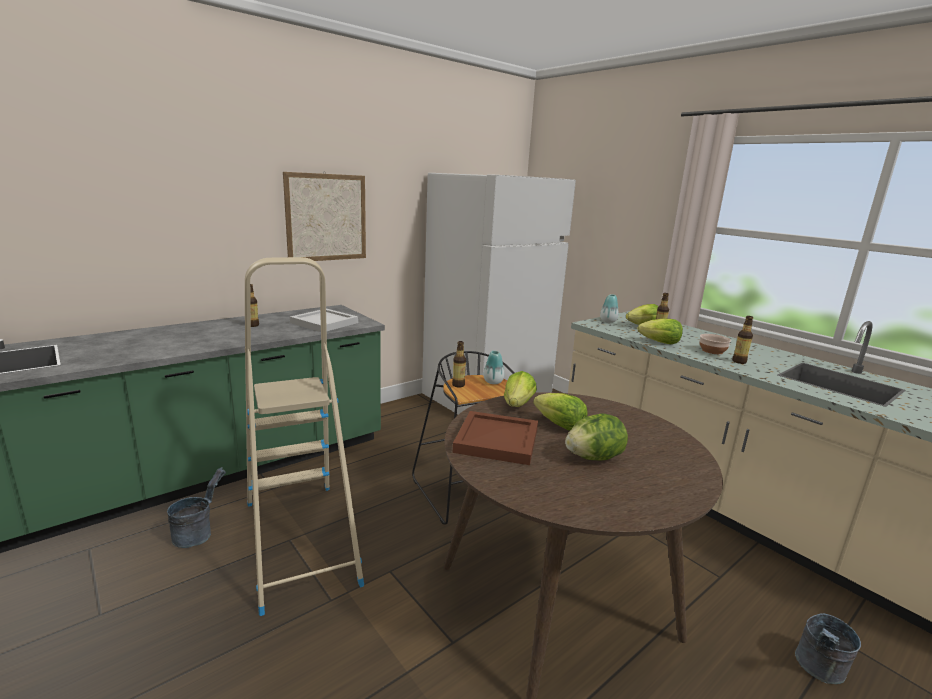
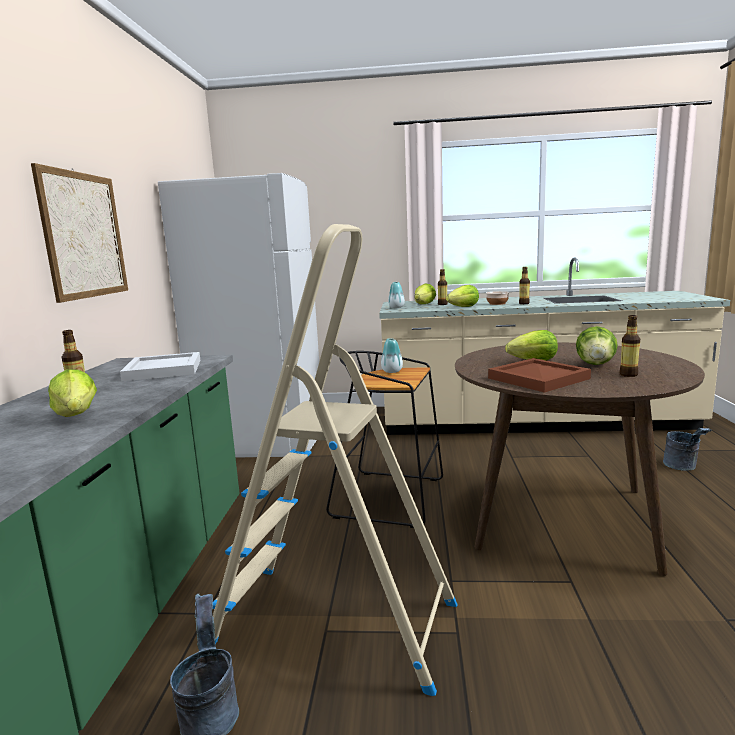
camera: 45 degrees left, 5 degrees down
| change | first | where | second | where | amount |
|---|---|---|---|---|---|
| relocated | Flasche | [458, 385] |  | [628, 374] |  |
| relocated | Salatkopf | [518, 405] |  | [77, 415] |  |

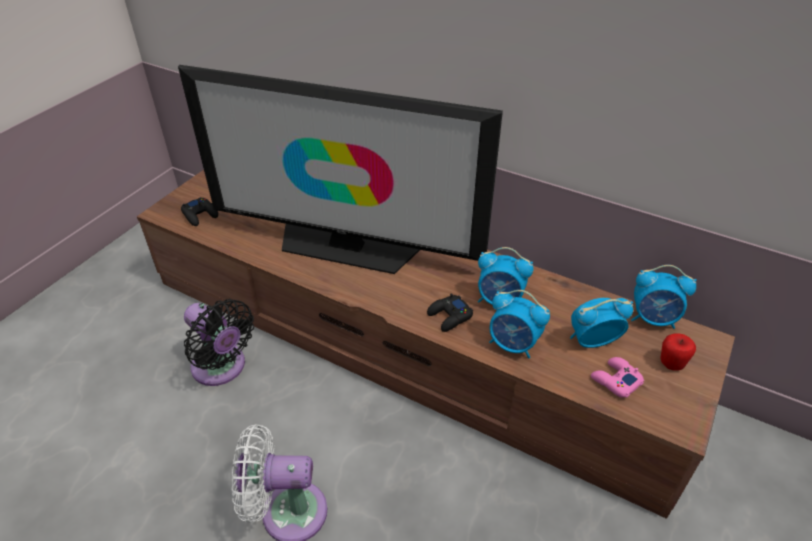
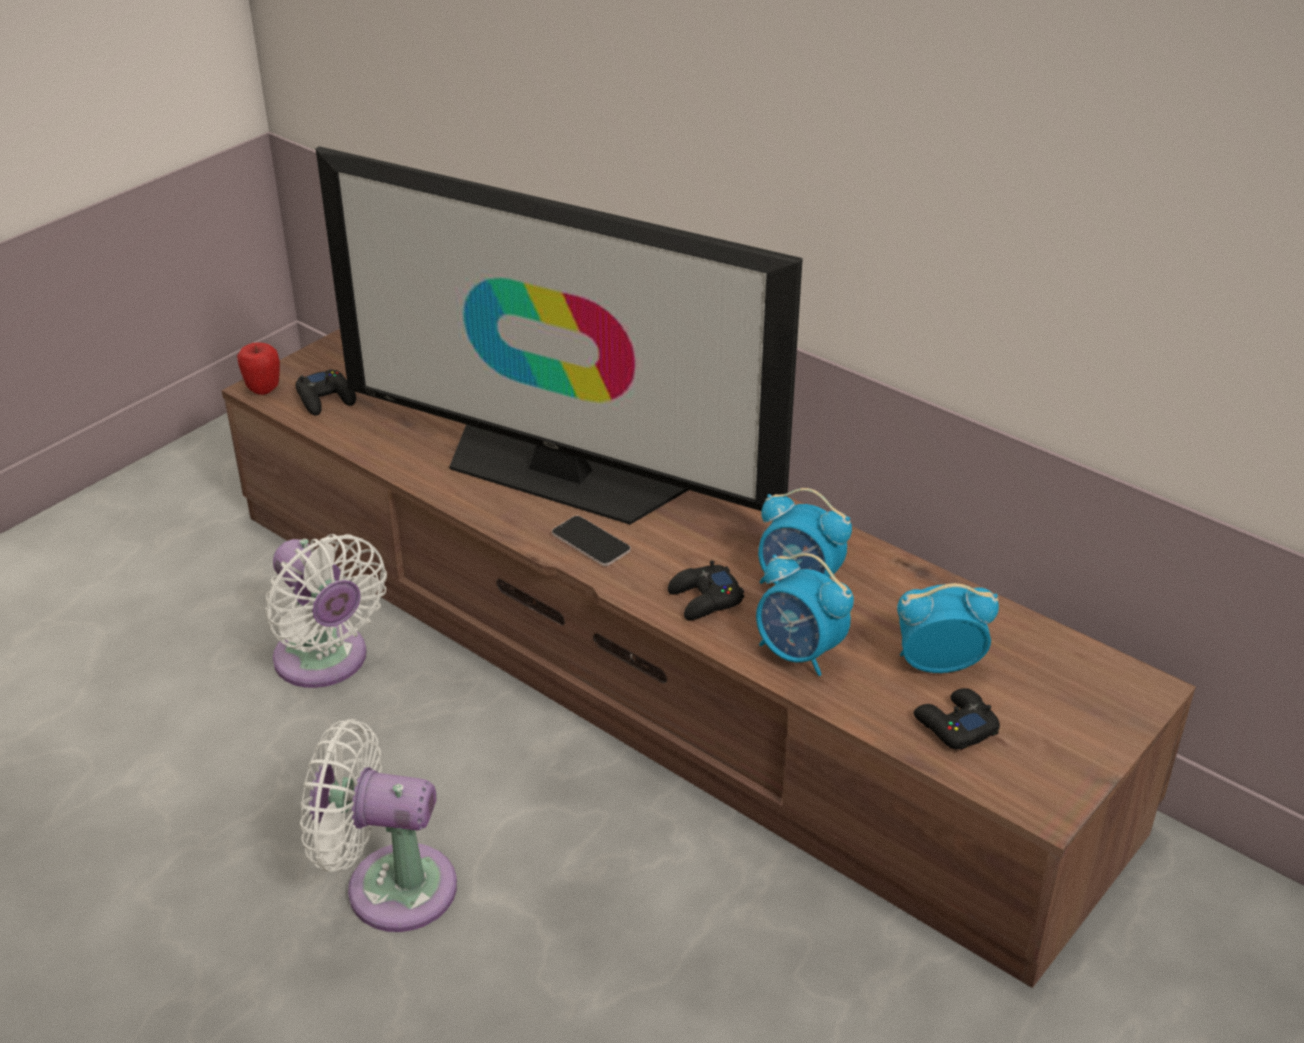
camera: 10 degrees right, 5 degrees down
| change | first | where | second | where | amount |
|---|---|---|---|---|---|
| colour | Ventilator [schwarz] | [222, 368] | Ventilator [weiß] | [325, 662] |  |
| colour | Gamepad [rosa] | [615, 380] | Gamepad [schwarz] | [955, 725] |  |
| missing | Wecker | [653, 319] |  |  |  |
| relocated | Apfel | [671, 364] |  | [263, 389] |  |
| appeared |  |  | Handy | [591, 542] |  |

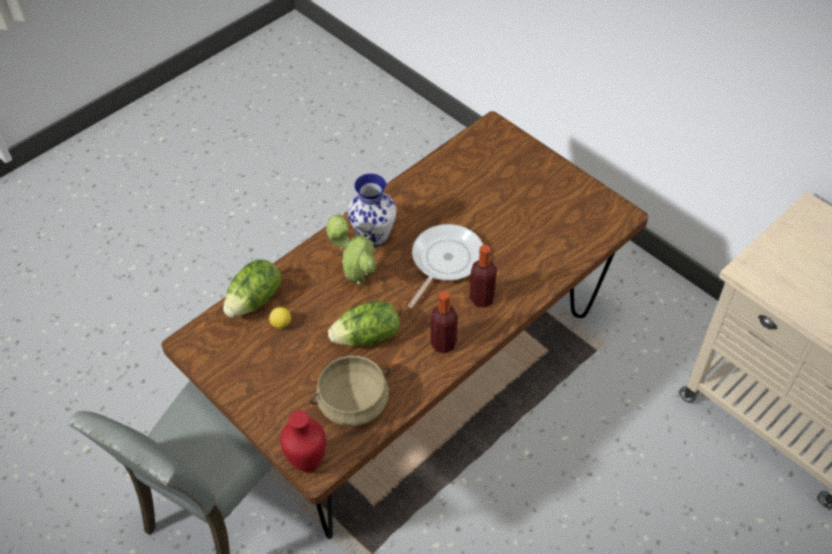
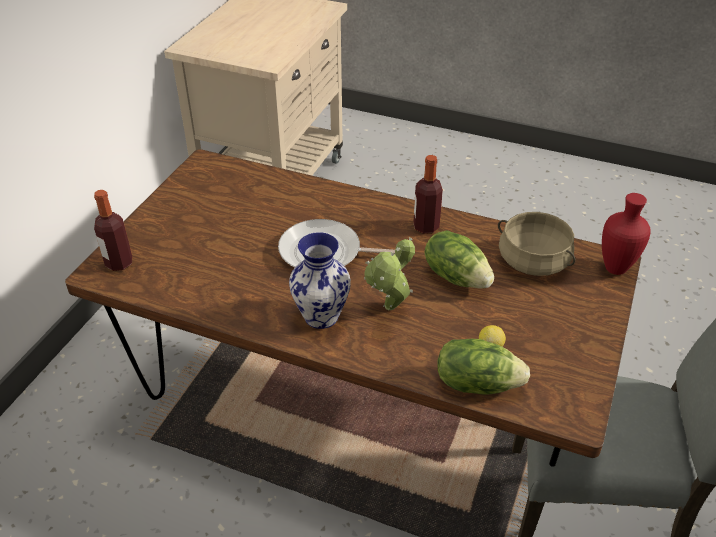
camera: 115 degrees left, 10 degrees down
| change | first | where | second | where | amount |
|---|---|---|---|---|---|
| relocated | Flasche | [481, 298] |  | [119, 263] |  |

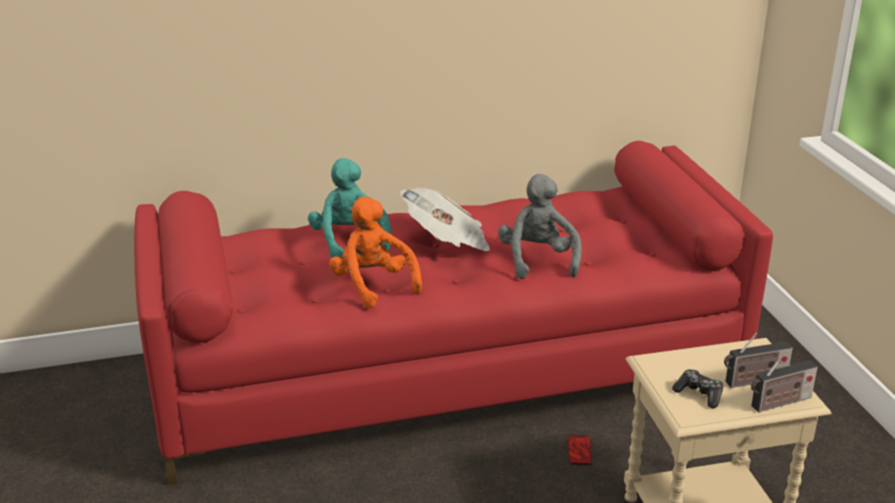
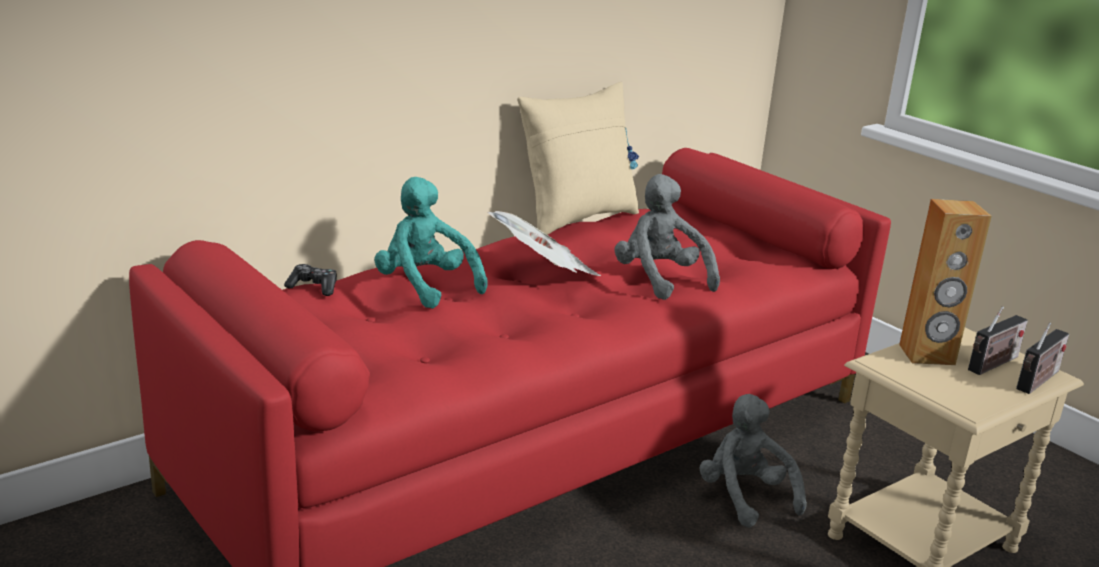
camera: 25 degrees left, 5 degrees down
| change | first | where | second | where | amount |
|---|---|---|---|---|---|
| missing | Plüschtier [orange] | [373, 285] |  |  |  |
| exchanged | Handy | [579, 450] | Plüschtier [grau] | [744, 496] |  |
| relocated | Gamepad | [699, 394] |  | [314, 287] |  |
| appeared |  |  | Kissen [beige] | [576, 220] |  |
| appeared |  |  | Lautsprecher [braun] | [927, 355] |  |

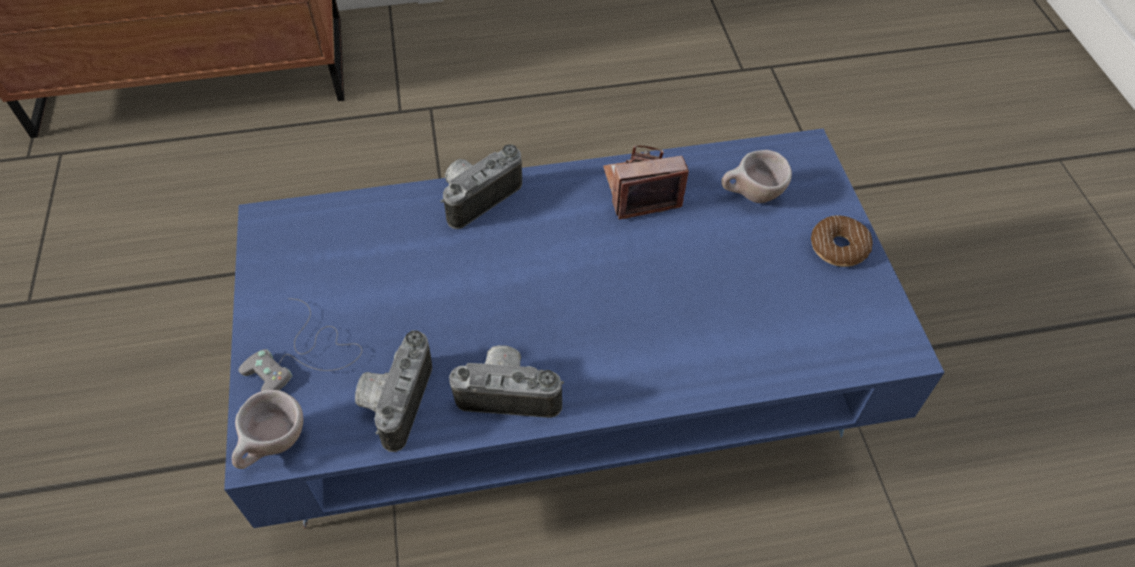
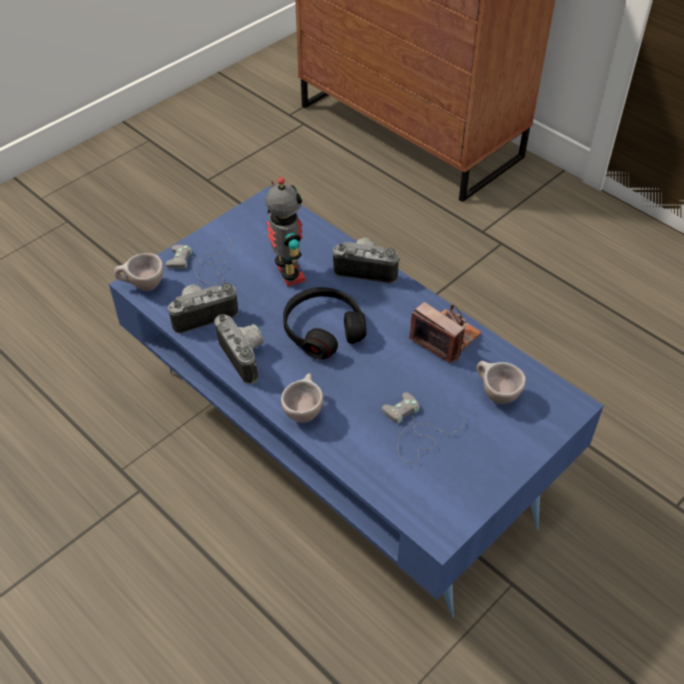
camera: 55 degrees right, 5 degrees down
| change | first | where | second | where | amount |
|---|---|---|---|---|---|
| missing | Donut | [838, 247] |  |  |  |
| appeared |  |  | Spielzeugroboter | [288, 275] |  |
| appeared |  |  | Tasse [beige] | [304, 411] |  |
| appeared |  |  | Kopfhörer [schwarz] | [323, 329] |  |
| appeared |  |  | Gamepad [grau] | [415, 431] |  |

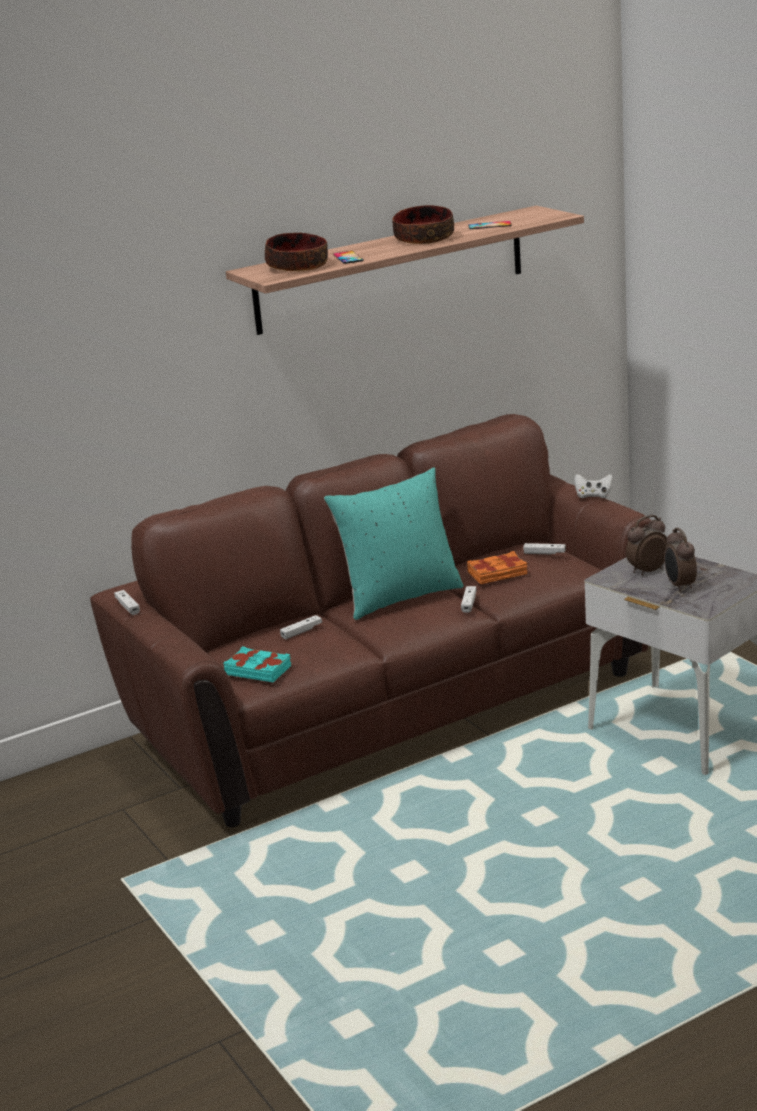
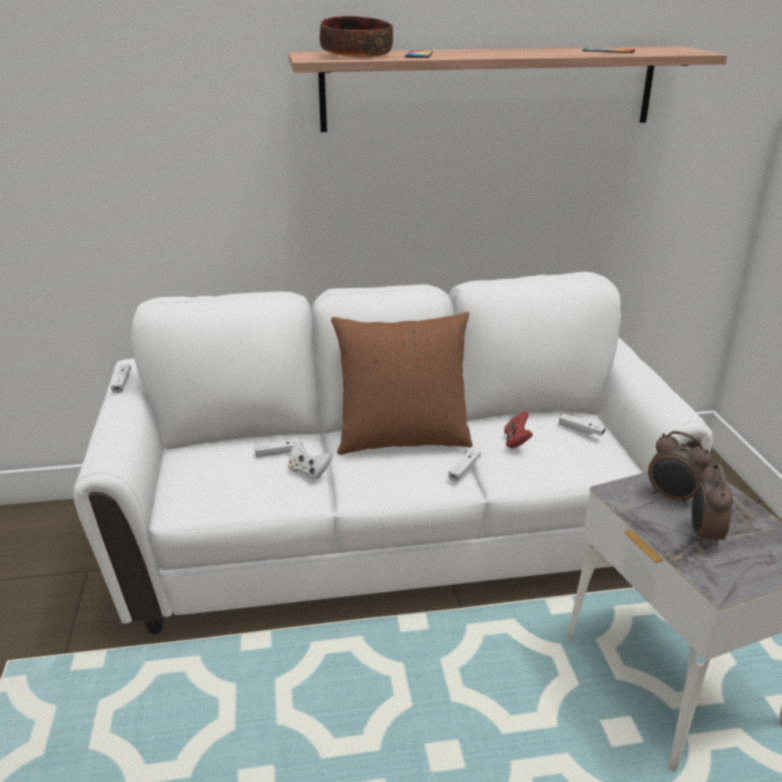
camera: 20 degrees right, 5 degrees up
| change | first | where | second | where | amount |
|---|---|---|---|---|---|
| colour | Sofa [braun] | [390, 708] | Sofa [weiß] | [390, 537] |  |
| missing | Buch [türkis] | [258, 670] |  |  |  |
| colour | Kissen [türkis] | [399, 596] | Kissen [braun] | [402, 439] |  |
| missing | Schüssel | [423, 239] |  |  |  |
| exchanged | Buch [orange] | [498, 573] | Gamepad [rot] | [516, 441] |  |
| relocated | Gamepad [weiß] | [593, 496] |  | [308, 471] |  |
| spun | Wecker | [646, 571] |  | [672, 497] | 135 degrees counterclockwise |

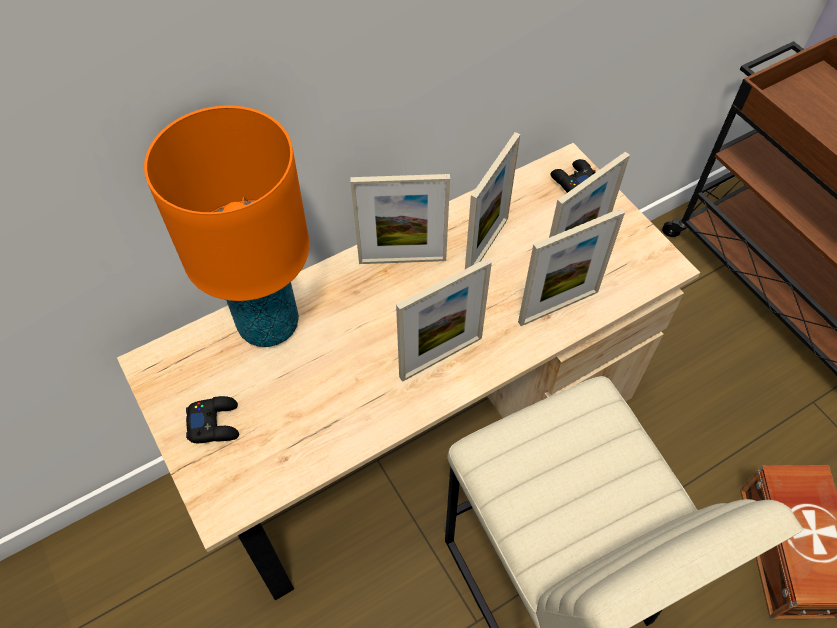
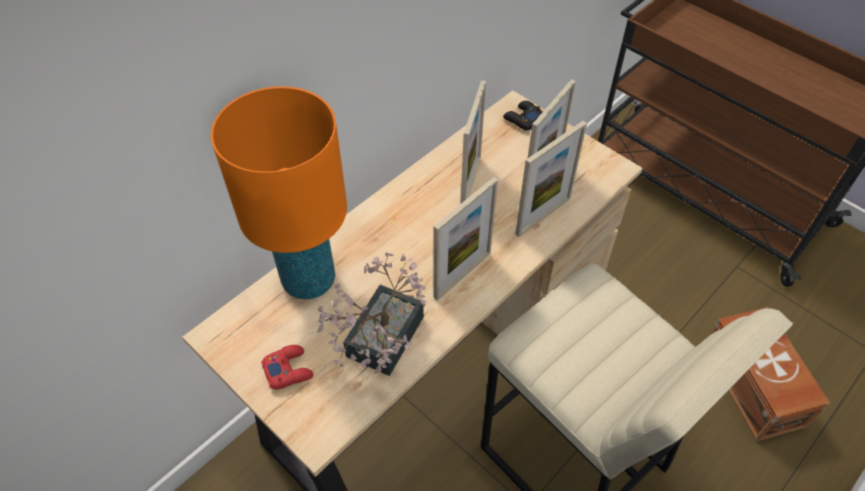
camera: 15 degrees left, 5 degrees down
| change | first | where | second | where | amount |
|---|---|---|---|---|---|
| colour | Gamepad [schwarz] | [215, 423] | Gamepad [rot] | [288, 370] |  |
| missing | Bilderrahmen | [402, 260] |  |  |  |
| appeared |  |  | Topfpflanze | [379, 344] |  |

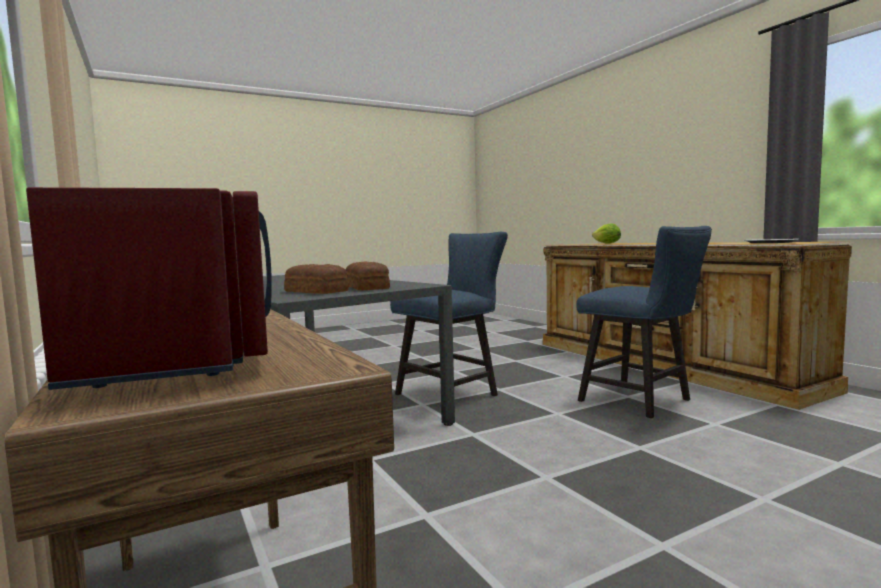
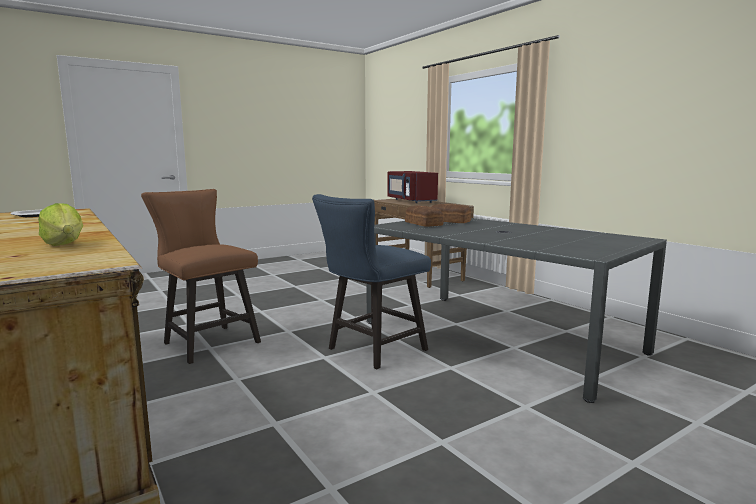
camera: 175 degrees right, 5 degrees up
| change | first | where | second | where | amount |
|---|---|---|---|---|---|
| colour | Stuhl [blau] | [642, 402] | Stuhl [braun] | [207, 341] |  |

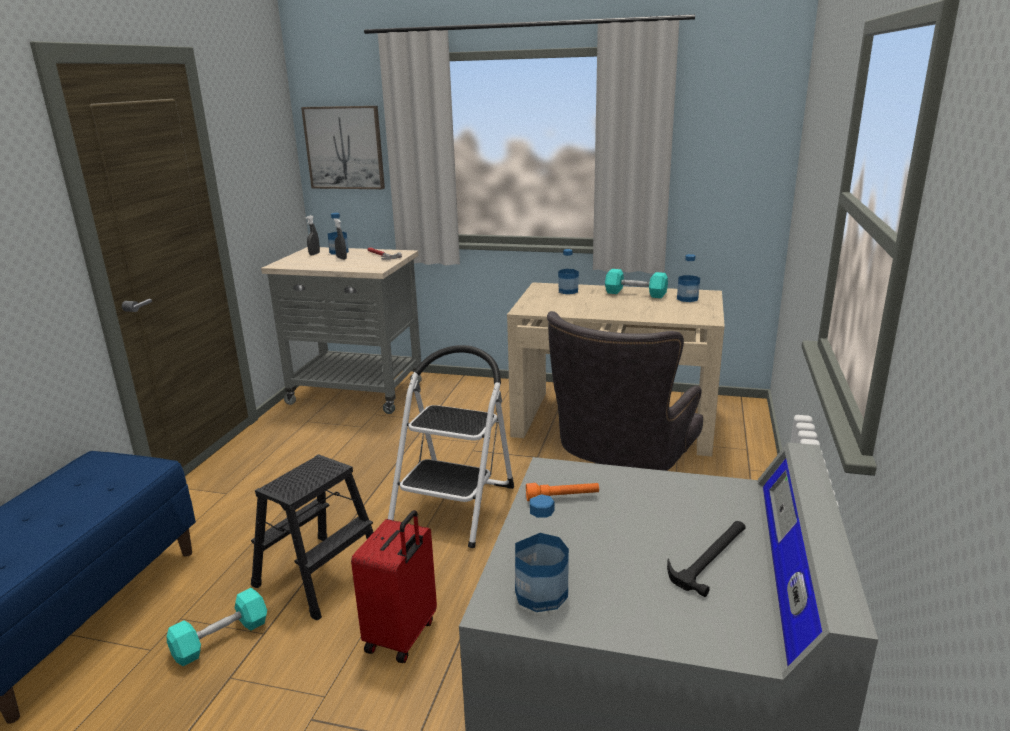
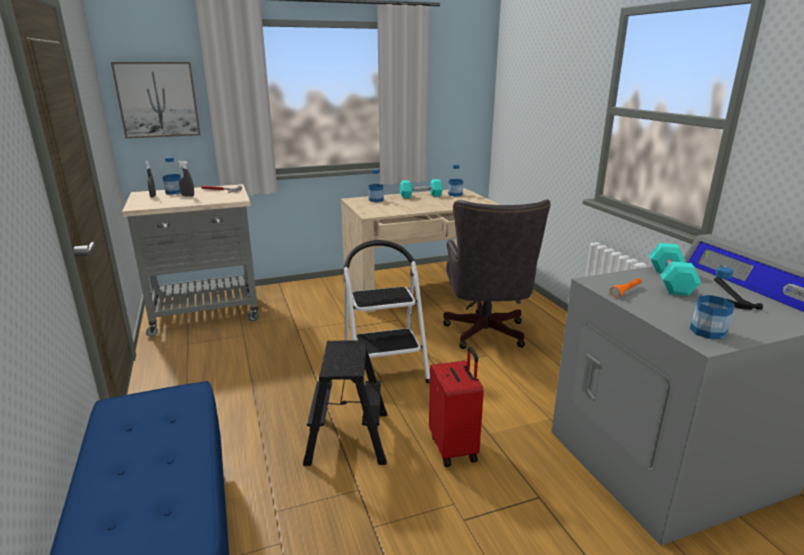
camera: 35 degrees left, 0 degrees up
| change | first | where | second | where | amount |
|---|---|---|---|---|---|
| relocated | Hantel [türkis] | [221, 639] |  | [670, 281] |  |

